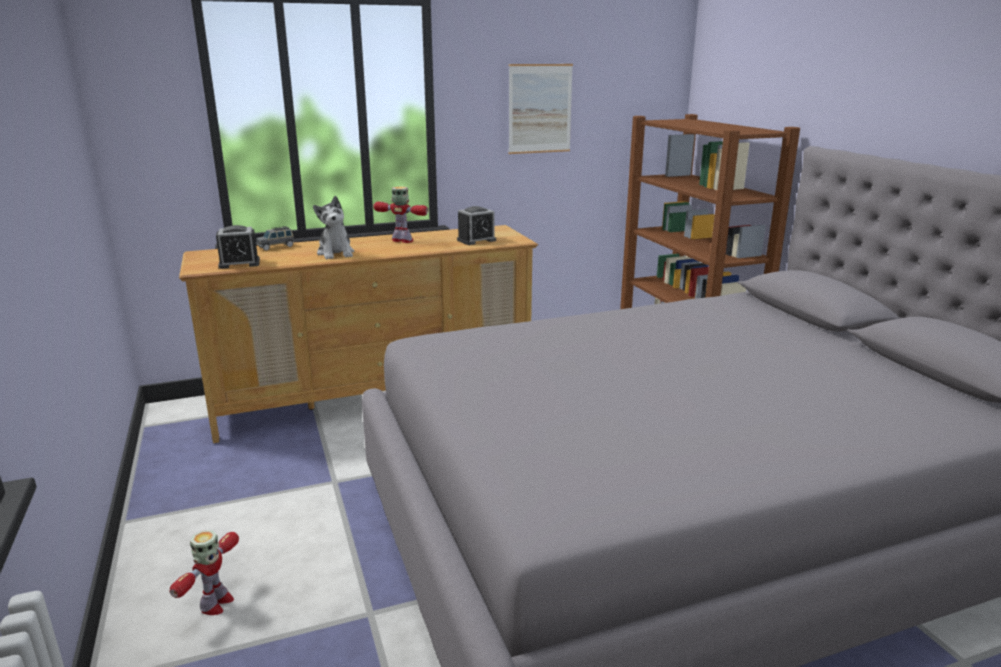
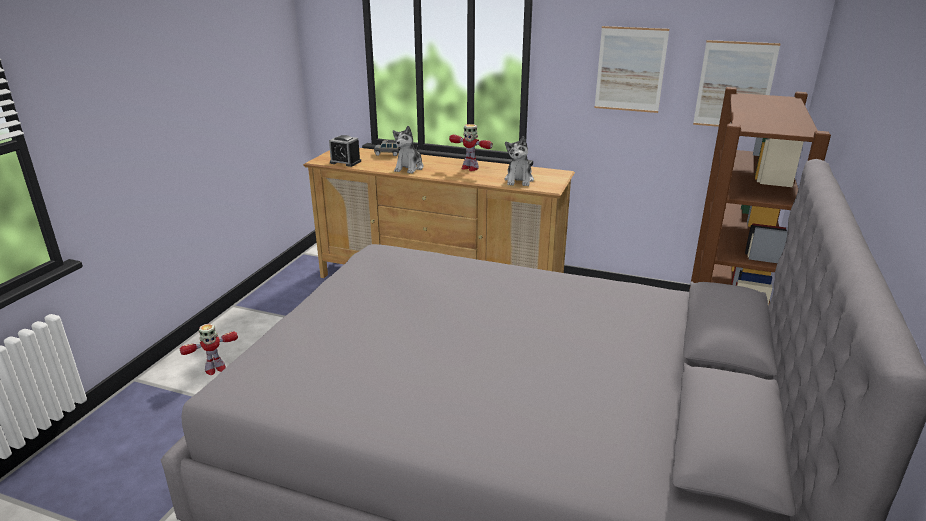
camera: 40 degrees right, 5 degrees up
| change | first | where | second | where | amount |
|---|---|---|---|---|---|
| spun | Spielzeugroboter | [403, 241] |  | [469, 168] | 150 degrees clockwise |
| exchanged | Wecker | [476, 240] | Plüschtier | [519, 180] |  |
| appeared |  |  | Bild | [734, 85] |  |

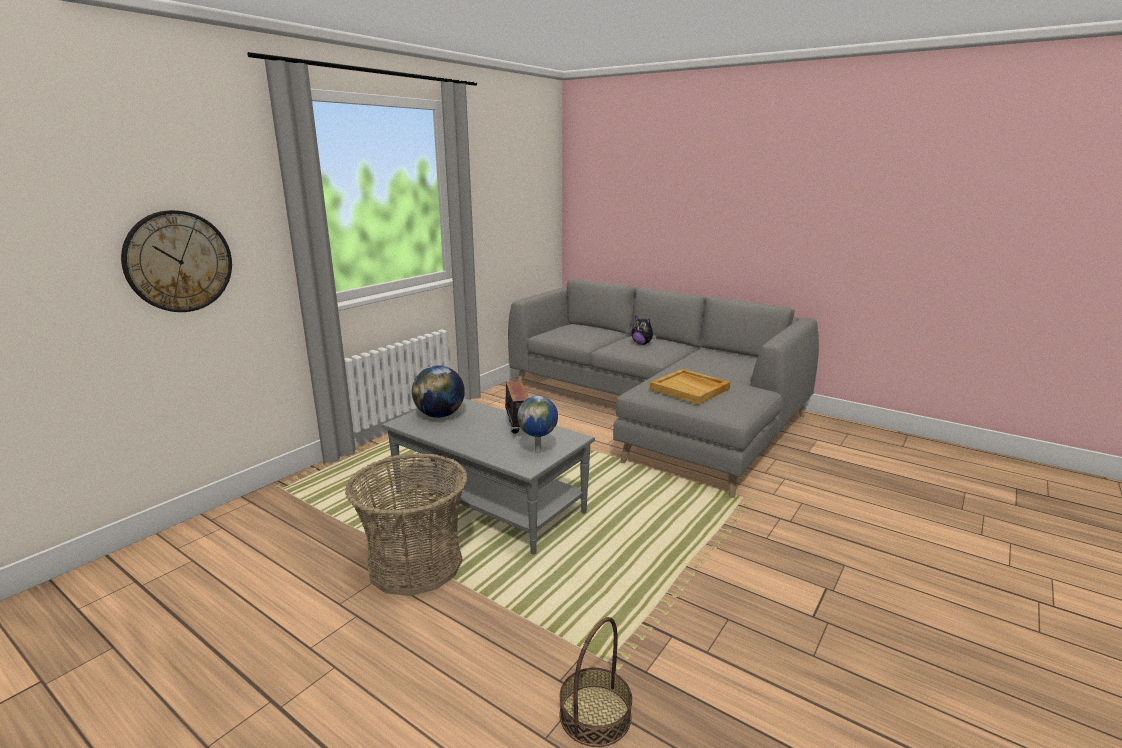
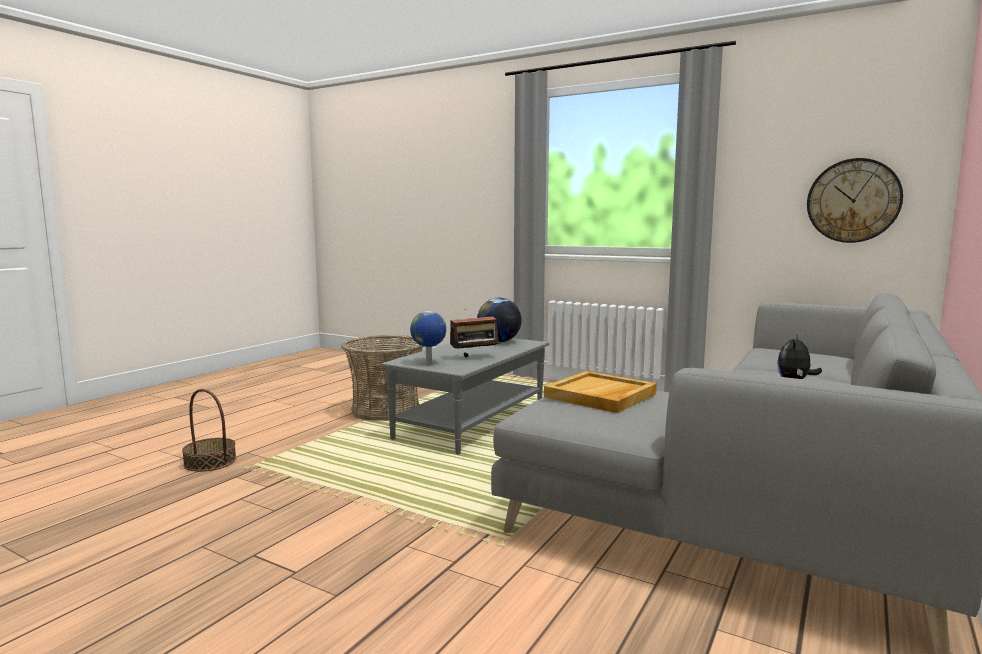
camera: 85 degrees right, 10 degrees down
| change | first | where | second | where | amount |
|---|---|---|---|---|---|
| relocated | Wanduhr | [178, 261] |  | [853, 201] |  |

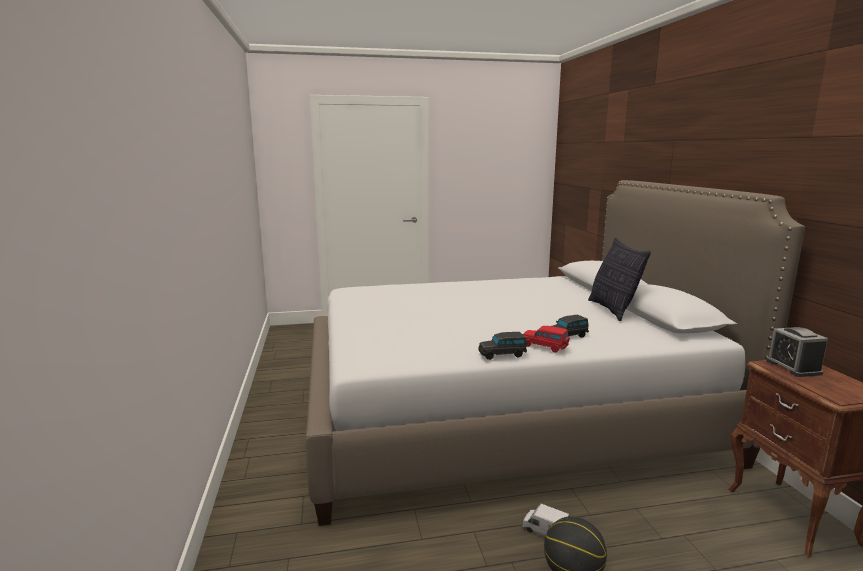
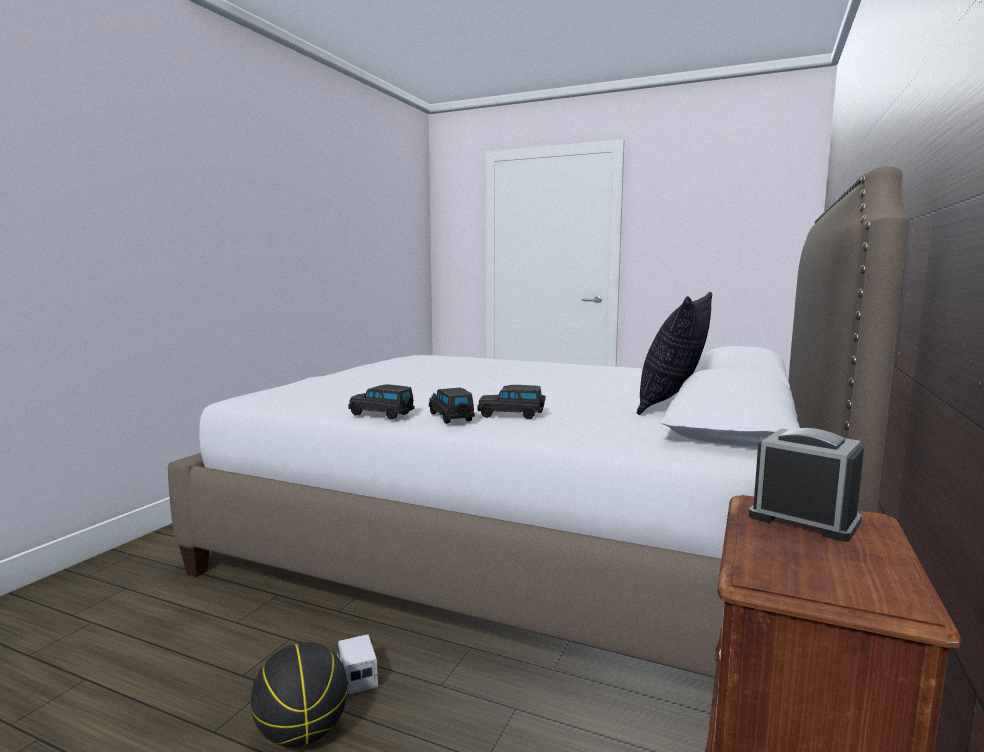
camera: 35 degrees right, 5 degrees down
| change | first | where | second | where | amount |
|---|---|---|---|---|---|
| colour | Spielzeugauto [rot] | [545, 347] | Spielzeugauto [schwarz] | [451, 418] |  |
| spun | Wecker | [793, 367] |  | [804, 519] | 105 degrees clockwise |

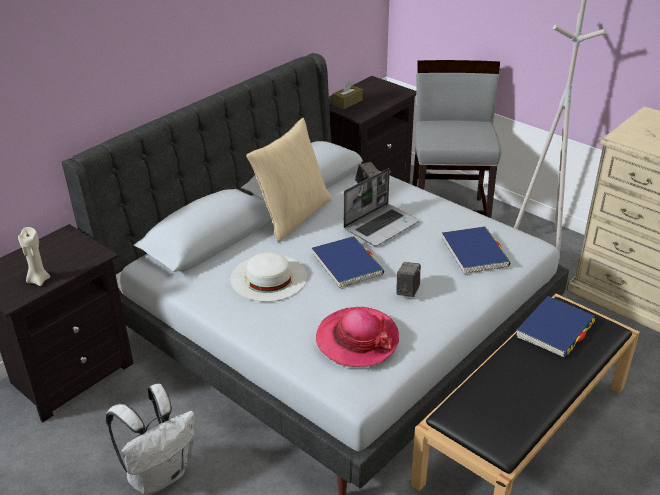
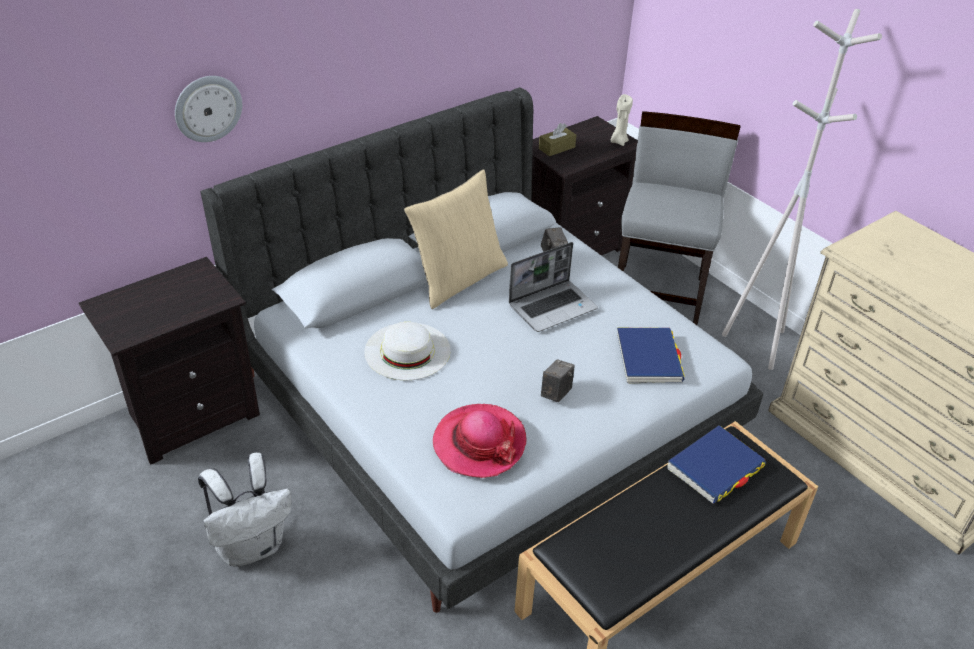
camera: 10 degrees right, 5 degrees up
| change | first | where | second | where | amount |
|---|---|---|---|---|---|
| relocated | Kerze [beige] | [38, 280] |  | [618, 141] |  |
| missing | Buch [blau] | [347, 265] |  |  |  |
| appeared |  |  | Wanduhr | [208, 108] |  |

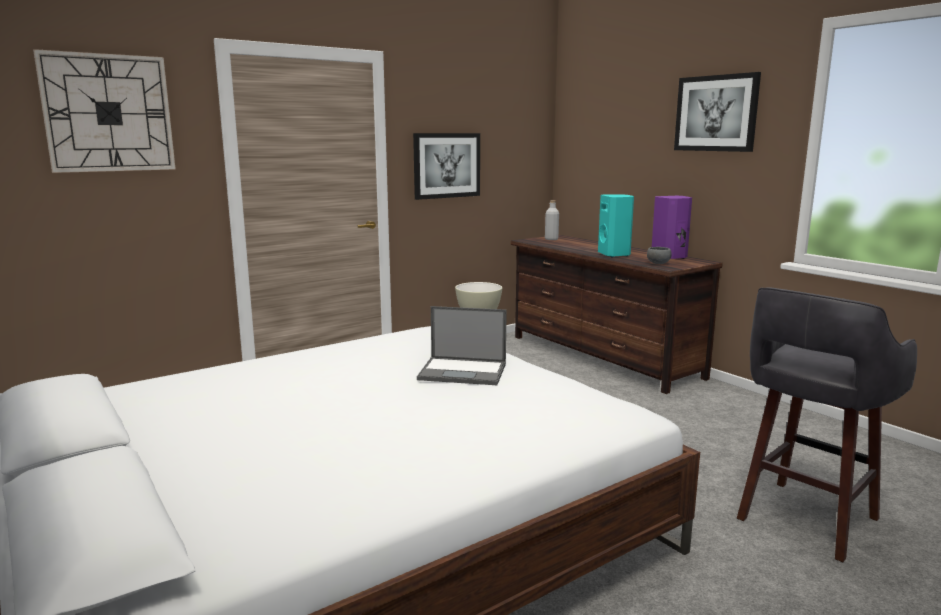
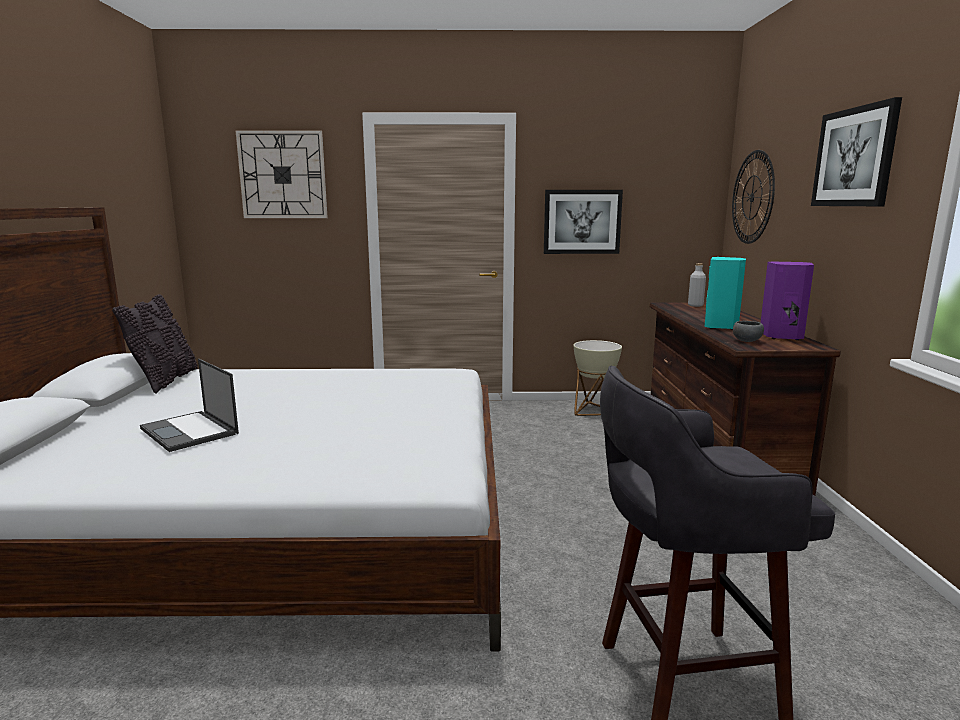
camera: 35 degrees right, 0 degrees up
| change | first | where | second | where | amount |
|---|---|---|---|---|---|
| relocated | Laptop | [464, 371] |  | [190, 431] |  |
| appeared |  |  | Kissen [schwarz] | [165, 380] |  |
| appeared |  |  | Wanduhr | [752, 197] |  |

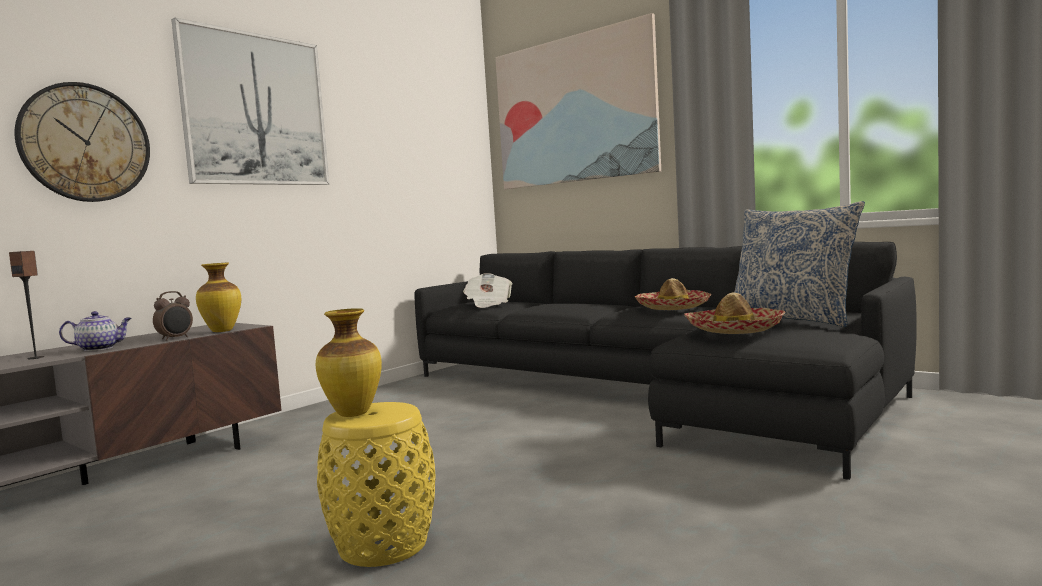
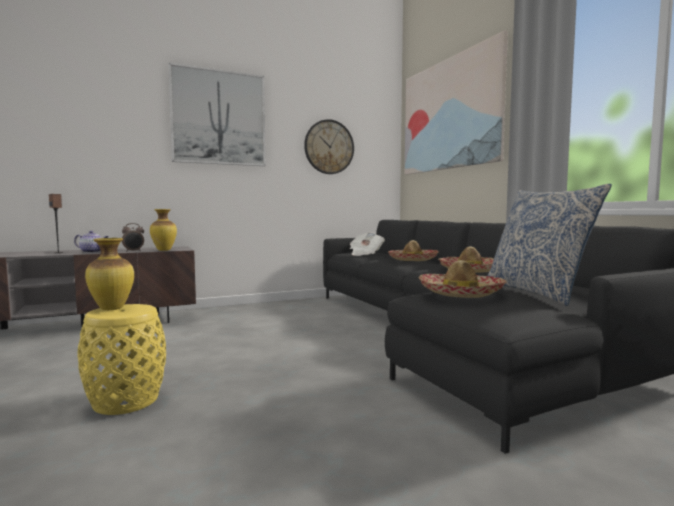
camera: 25 degrees right, 0 degrees up
| change | first | where | second | where | amount |
|---|---|---|---|---|---|
| relocated | Wanduhr | [85, 143] |  | [329, 147] |  |
| appeared |  |  | Hut | [412, 260] |  |

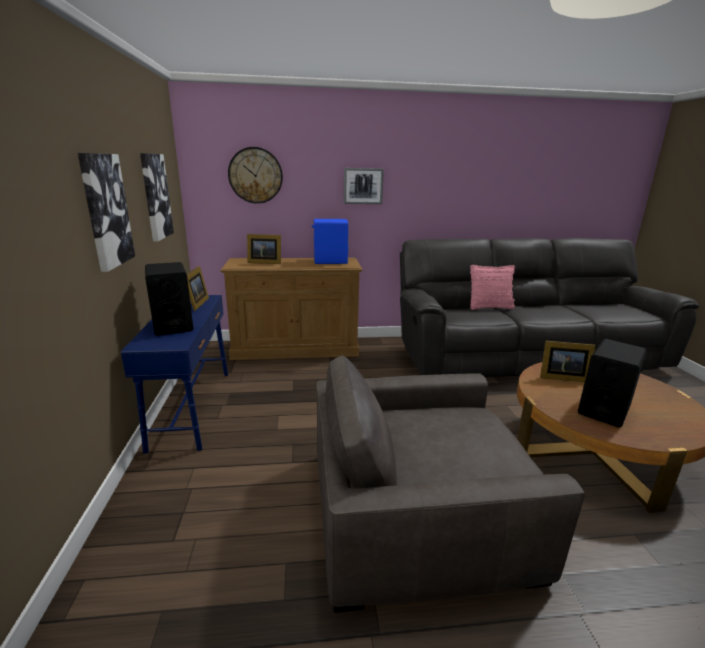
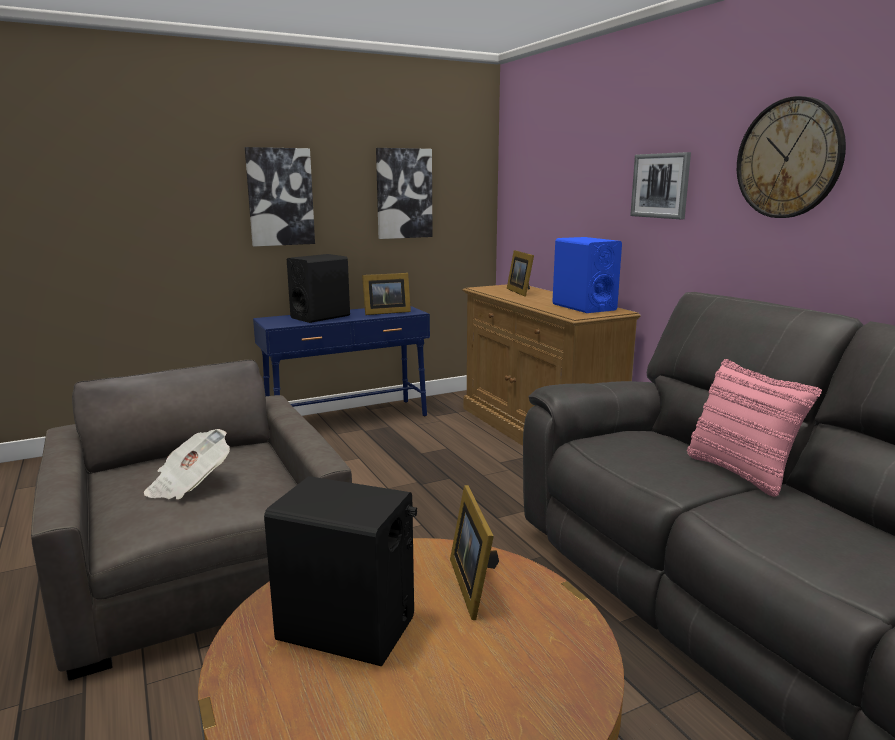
camera: 70 degrees right, 5 degrees down
| change | first | where | second | where | amount |
|---|---|---|---|---|---|
| relocated | Wanduhr | [255, 175] |  | [789, 158] |  |
| appeared |  |  | Zeitung | [189, 485] |  |

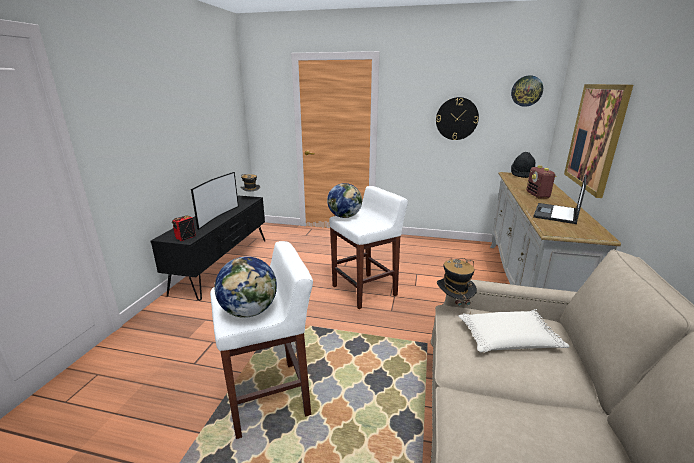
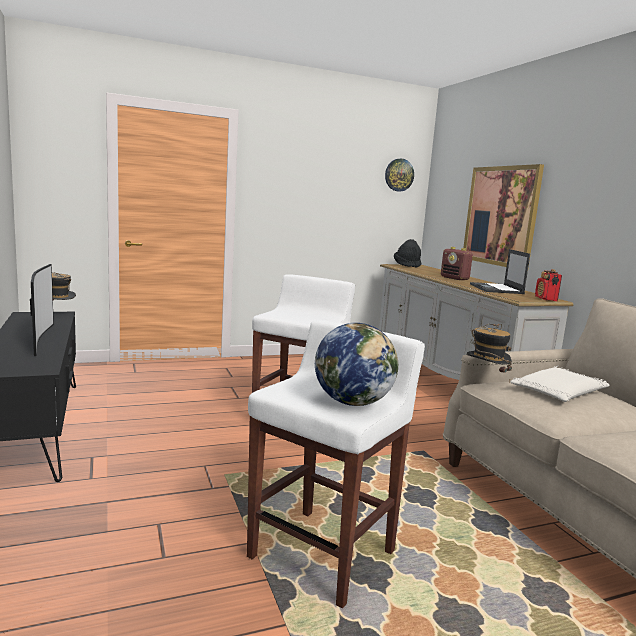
camera: 35 degrees left, 10 degrees down
| change | first | where | second | where | amount |
|---|---|---|---|---|---|
| relocated | Radio | [185, 237] |  | [546, 299] |  |
| missing | Globus | [344, 216] |  |  |  |
| missing | Wanduhr | [456, 118] |  |  |  |

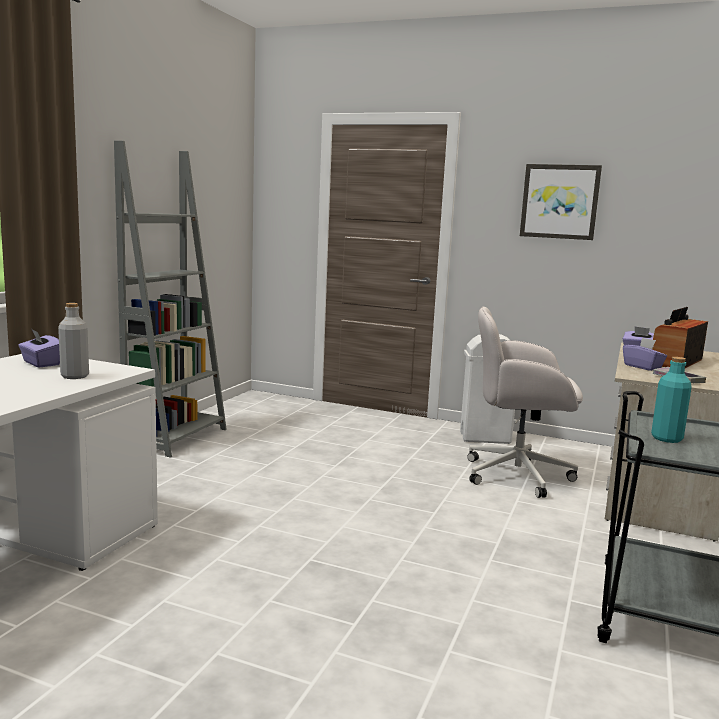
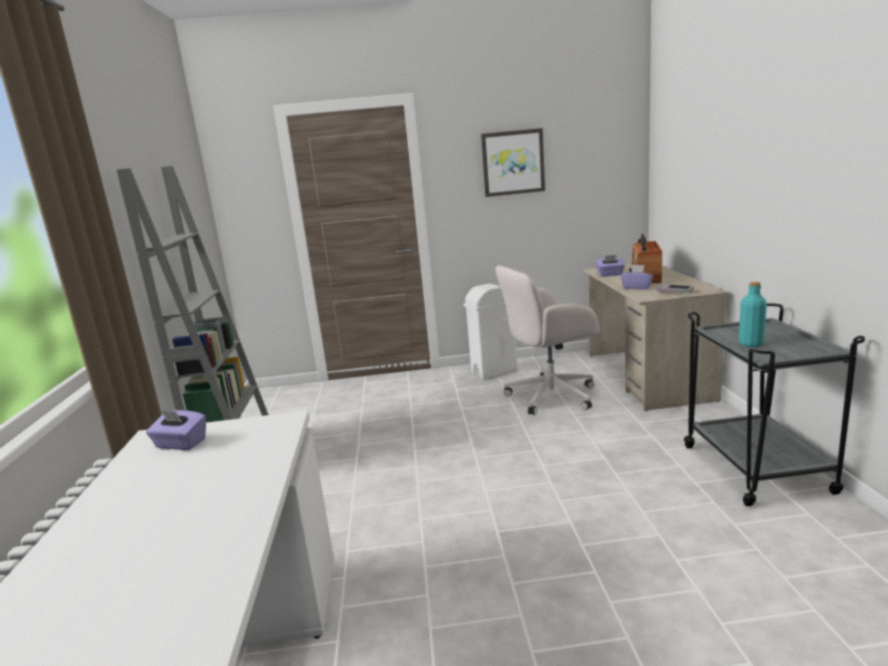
camera: 25 degrees left, 5 degrees up
| change | first | where | second | where | amount |
|---|---|---|---|---|---|
| missing | Flasche [grau] | [75, 376] |  |  |  |

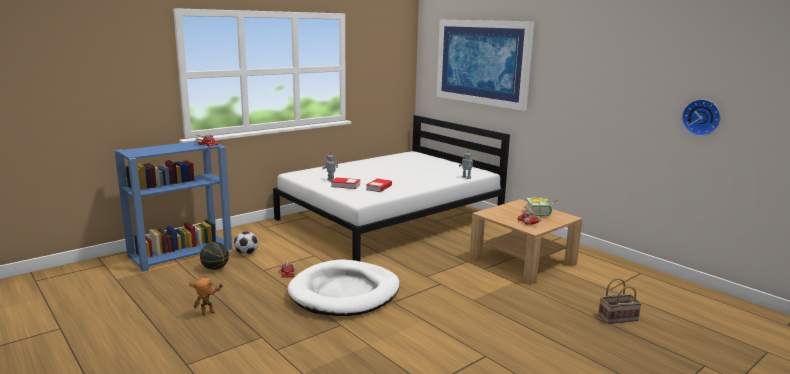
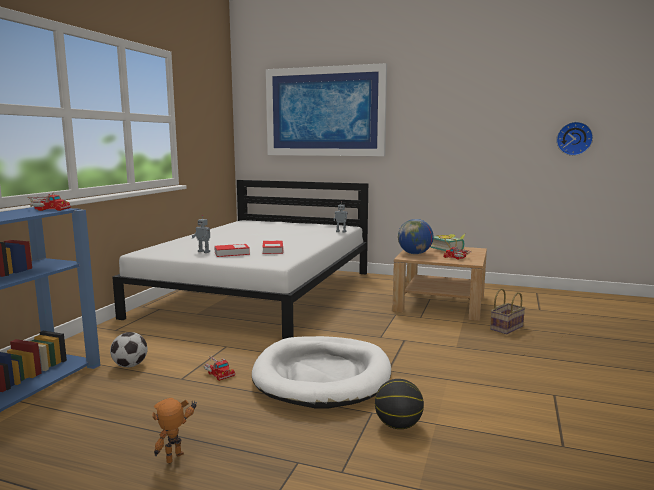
camera: 30 degrees left, 5 degrees down
| change | first | where | second | where | amount |
|---|---|---|---|---|---|
| relocated | Basketball | [215, 268] |  | [398, 425] |  |
| relocated | Korb | [618, 317] |  | [506, 327] |  |
| appeared |  |  | Globus | [415, 253] |  |

